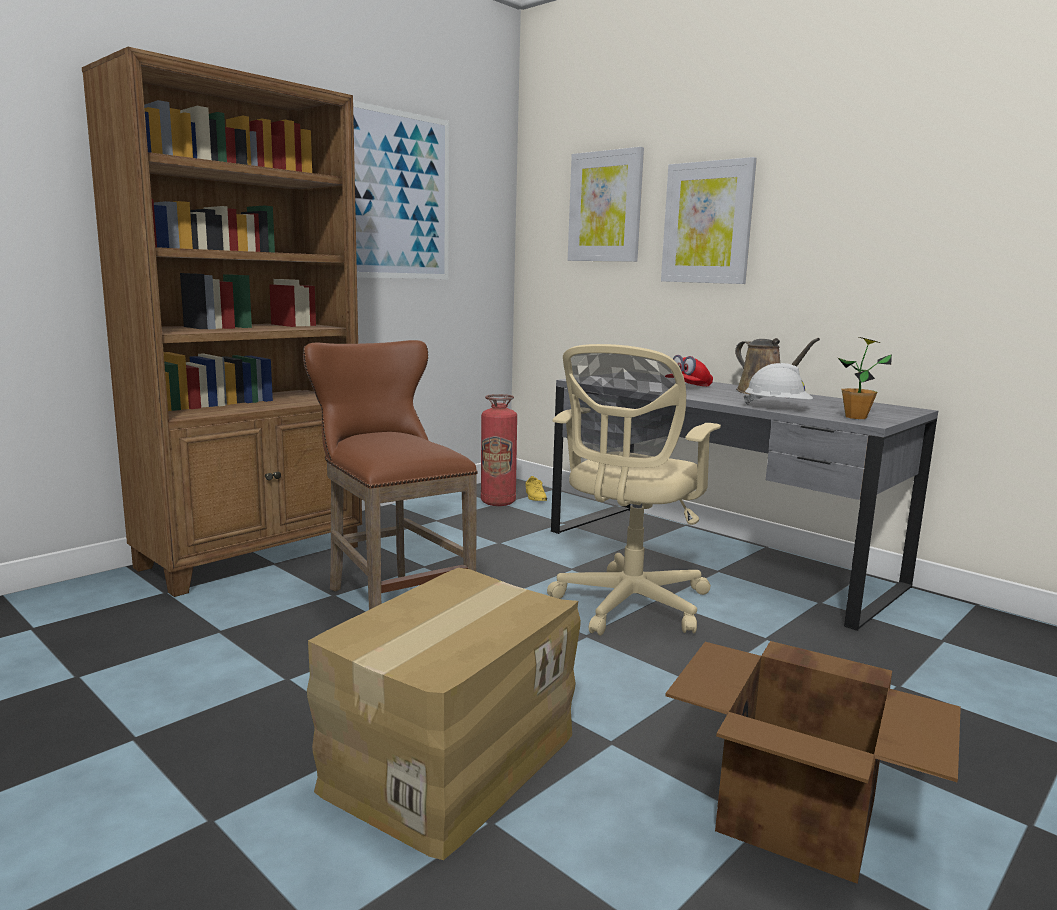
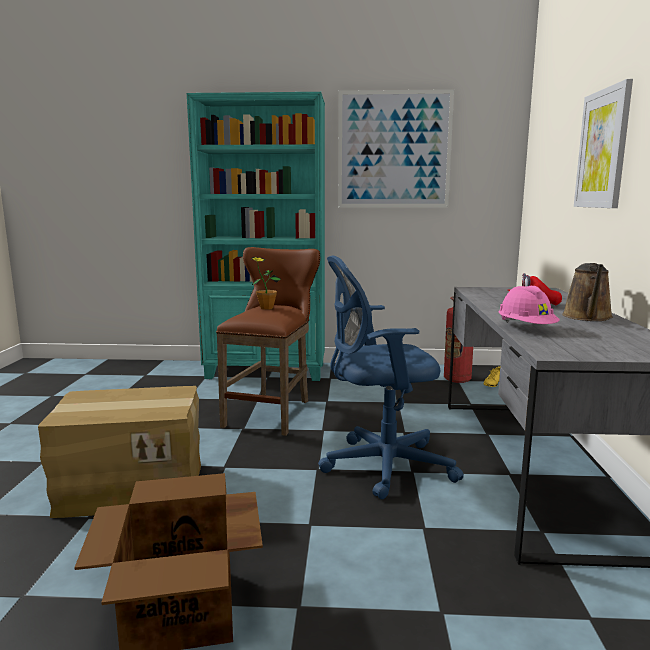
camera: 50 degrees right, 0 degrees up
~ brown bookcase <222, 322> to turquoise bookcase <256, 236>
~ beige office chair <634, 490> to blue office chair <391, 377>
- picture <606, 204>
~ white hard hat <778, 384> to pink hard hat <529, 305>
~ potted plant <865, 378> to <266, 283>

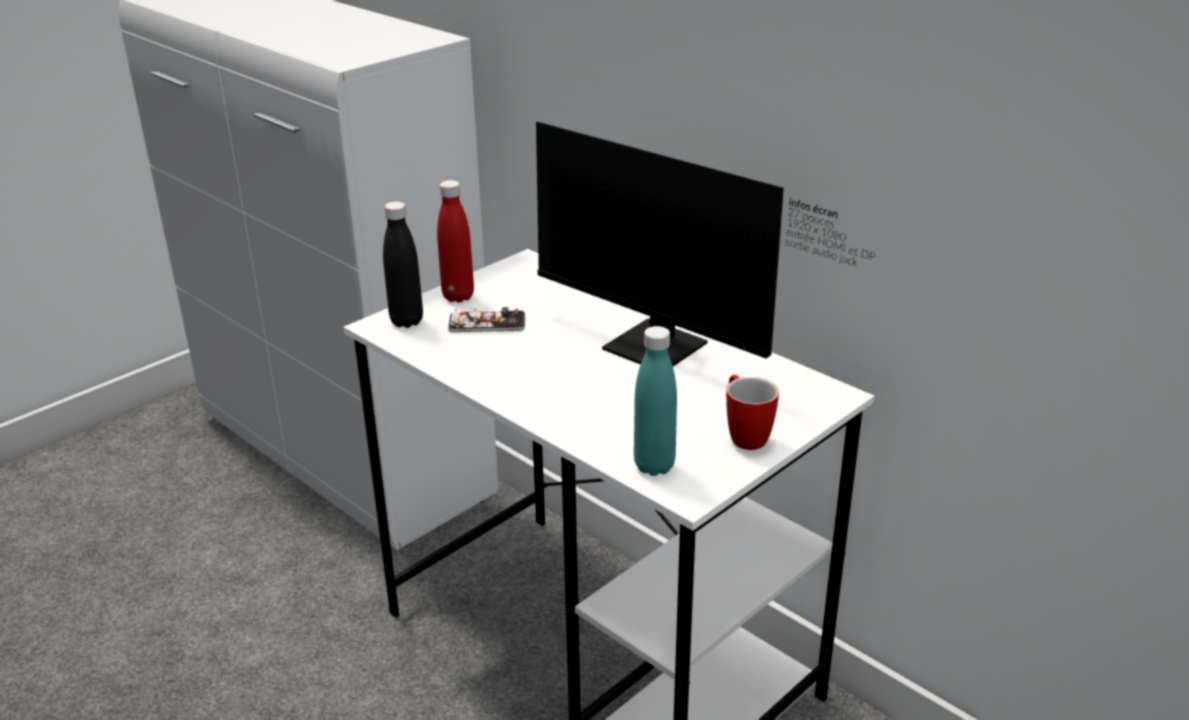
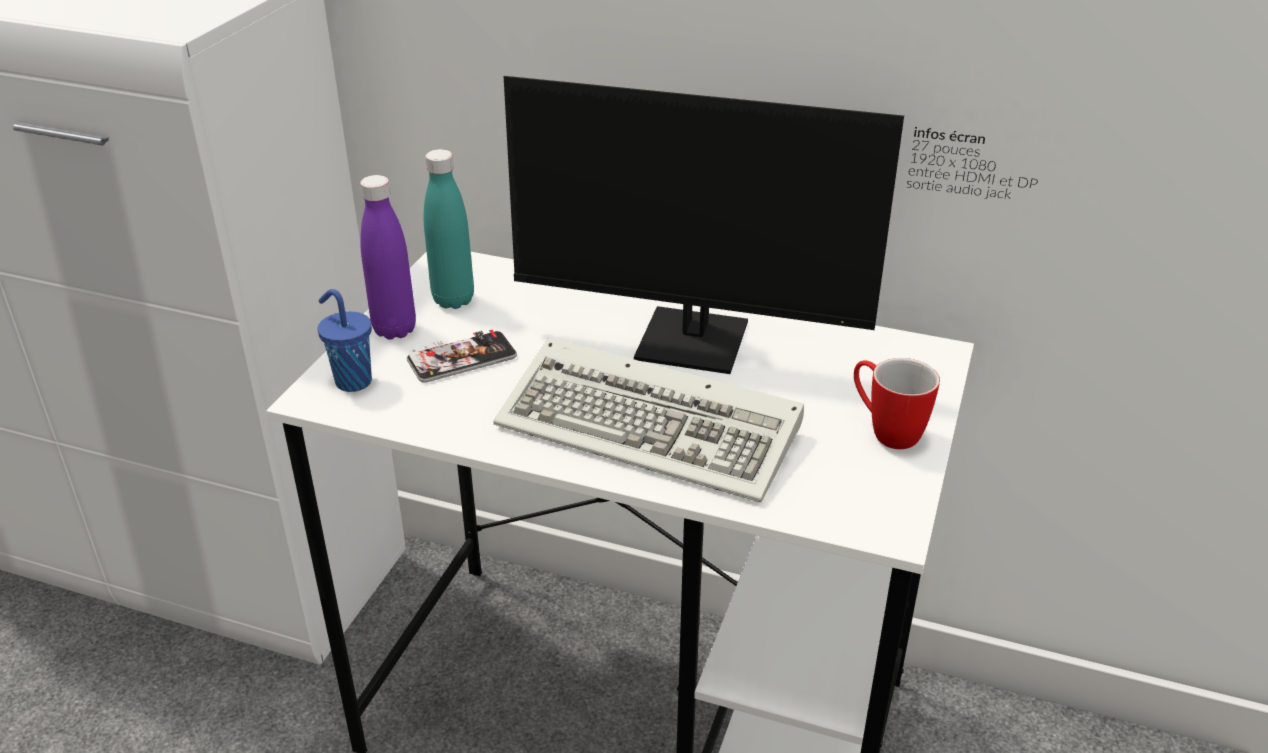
camera: 25 degrees left, 5 degrees up
~ black bottle <403, 264> to blue cup <345, 340>
~ red bottle <455, 241> to purple bottle <388, 257>
~ turquoise bottle <655, 401> to <449, 229>
+ keyboard <648, 420>

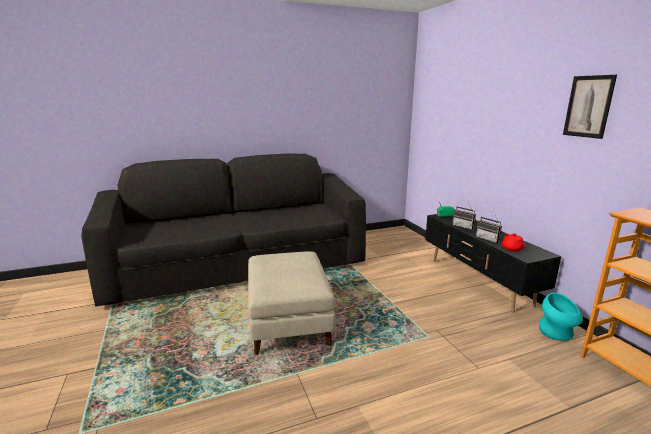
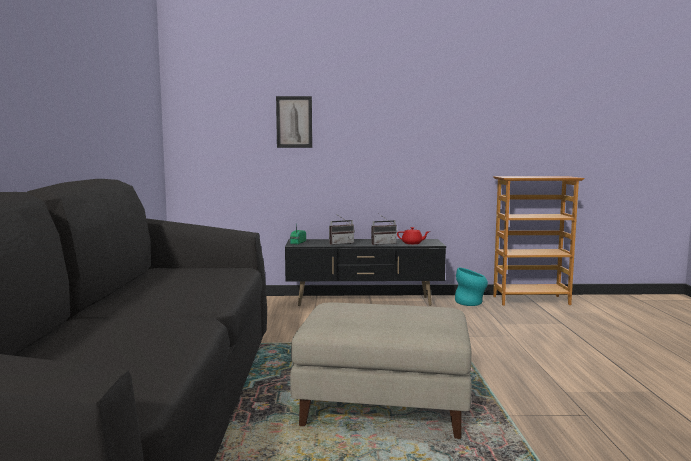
camera: 70 degrees left, 10 degrees down
~ picture <590, 107> to <294, 122>

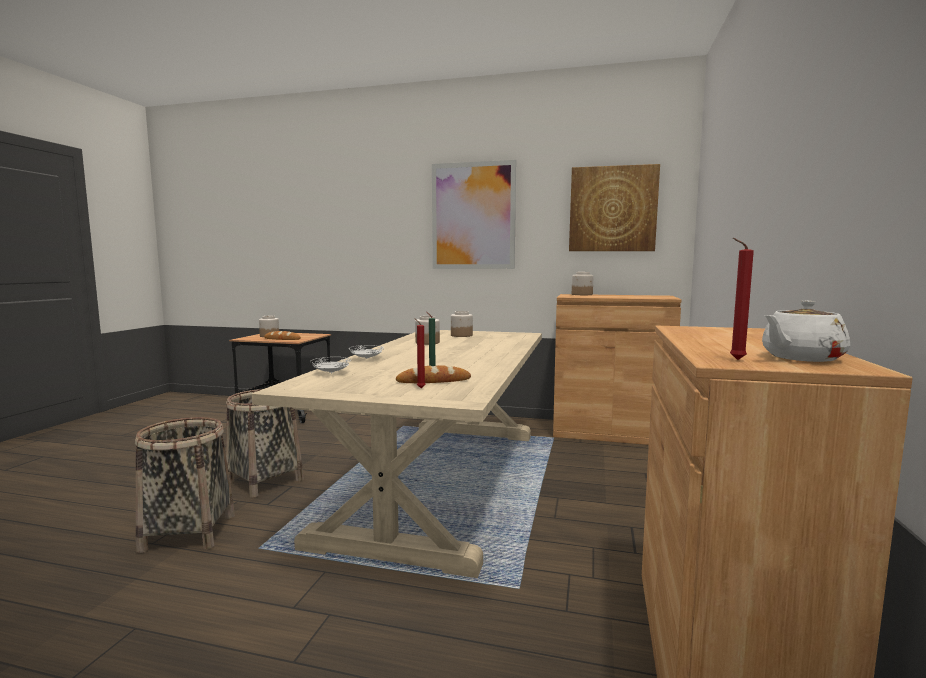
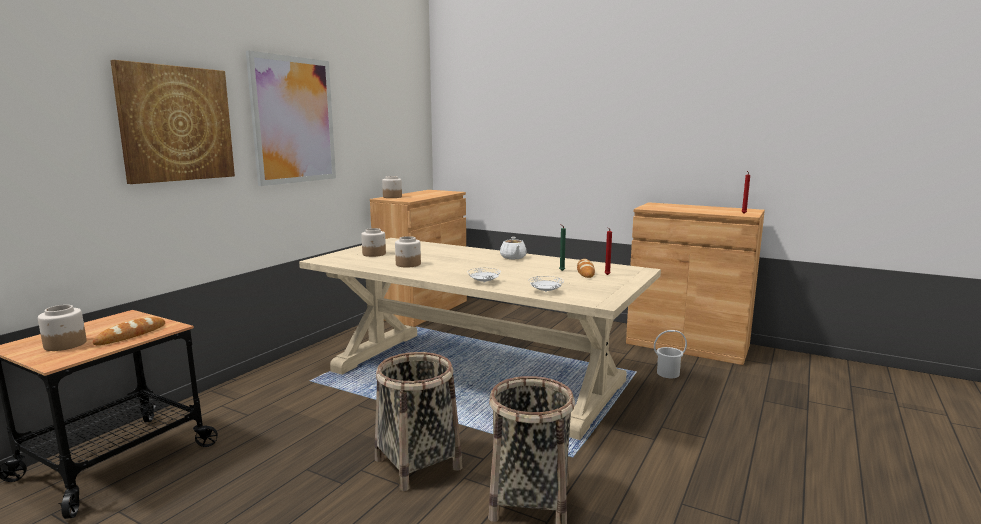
camera: 75 degrees left, 5 degrees up
~ picture <614, 207> to <172, 122>
~ white teapot <806, 331> to <513, 248>
+ white bucket <670, 354>

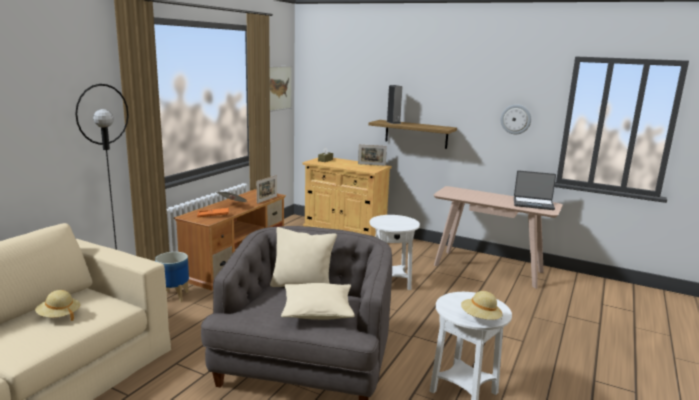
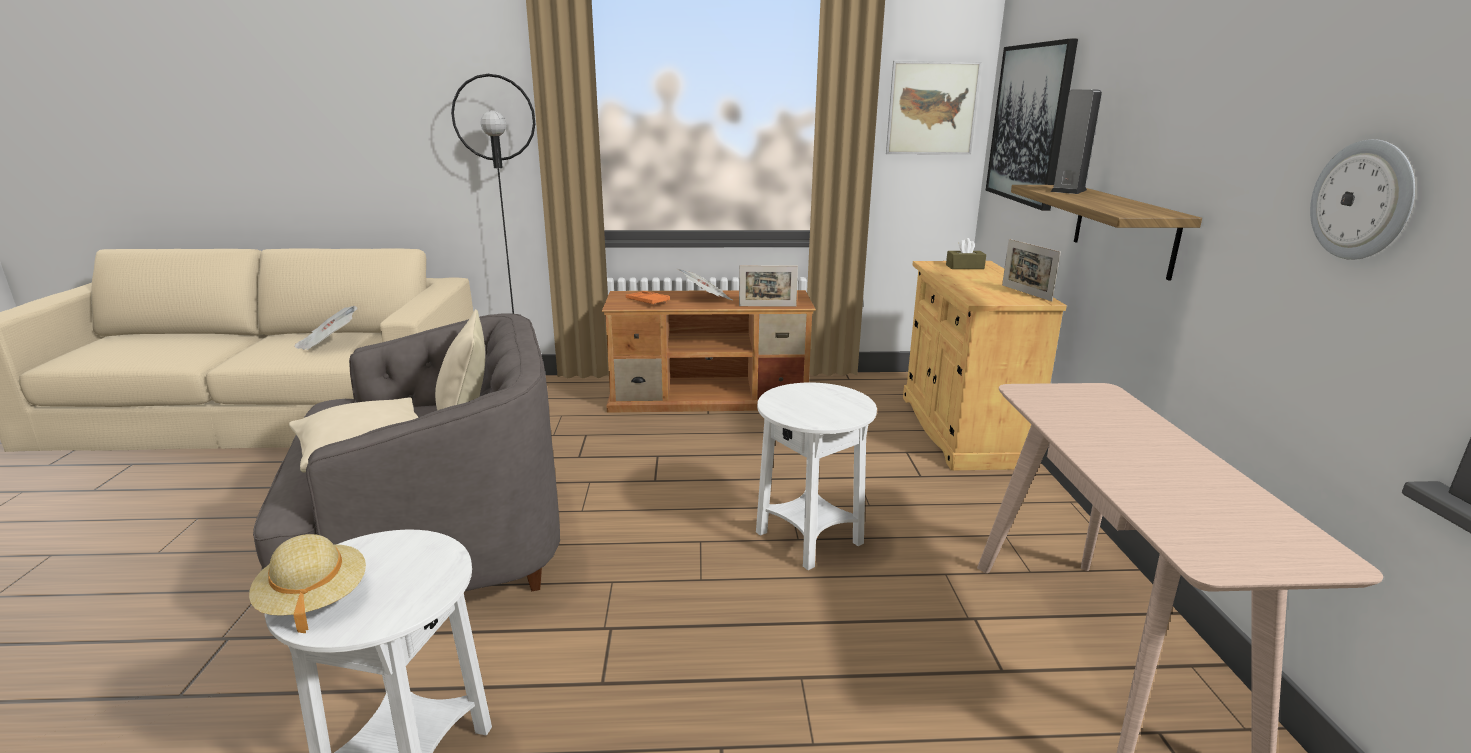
camera: 60 degrees right, 5 degrees up
~ beige hat <58, 305> to newspaper <326, 328>
- planter <172, 277>
- laptop <535, 190>
+ picture <1032, 125>

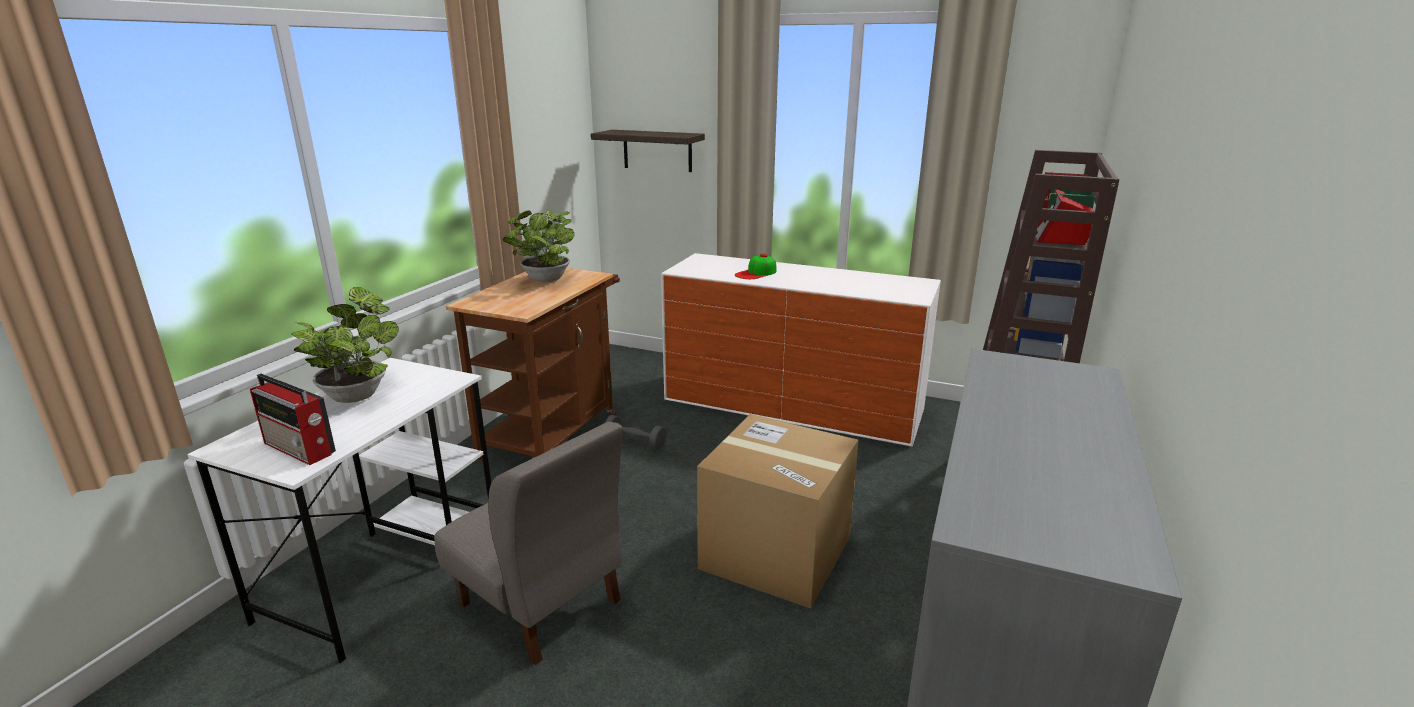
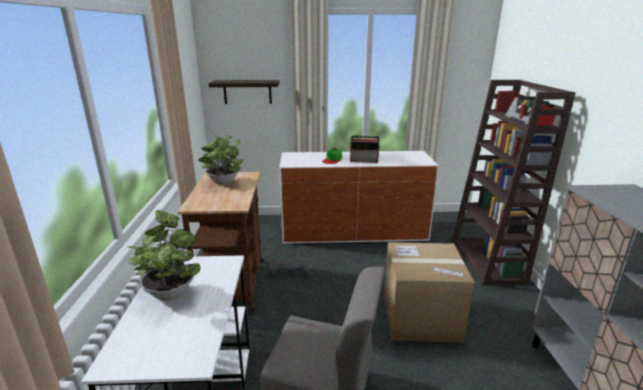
camera: 25 degrees left, 0 degrees up
~ radio <293, 419> to <365, 149>

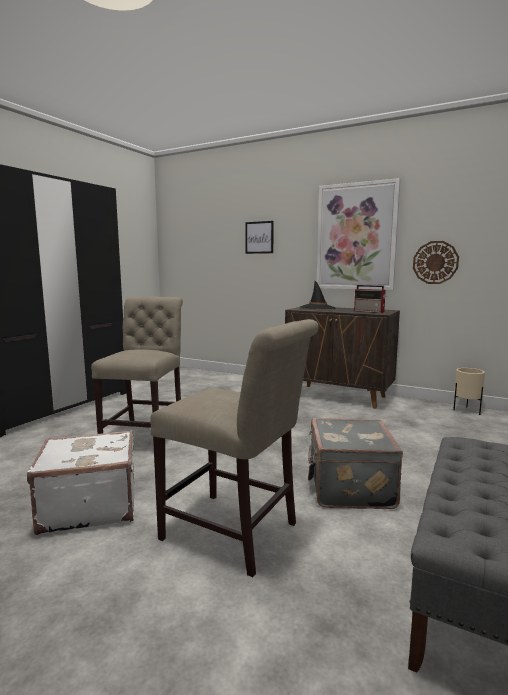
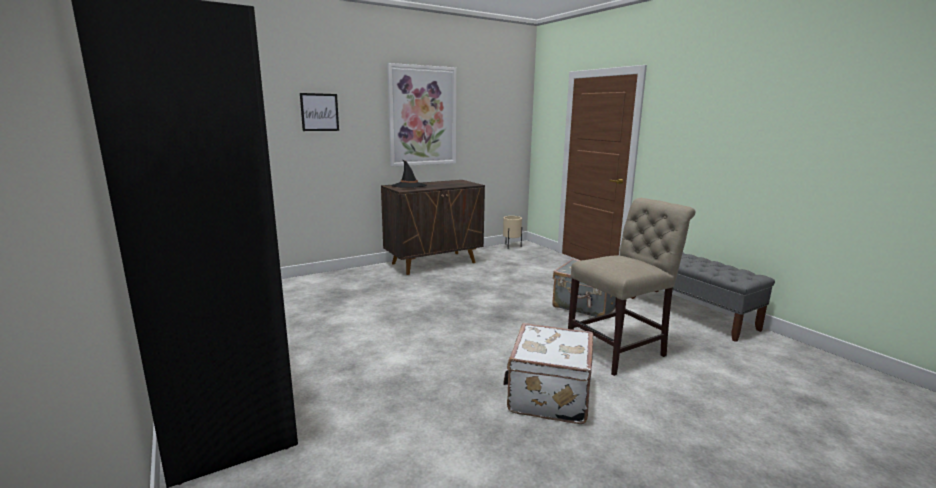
camera: 60 degrees left, 5 degrees up
- beige chair <137, 365>
- radio <370, 299>
- wall clock <436, 262>

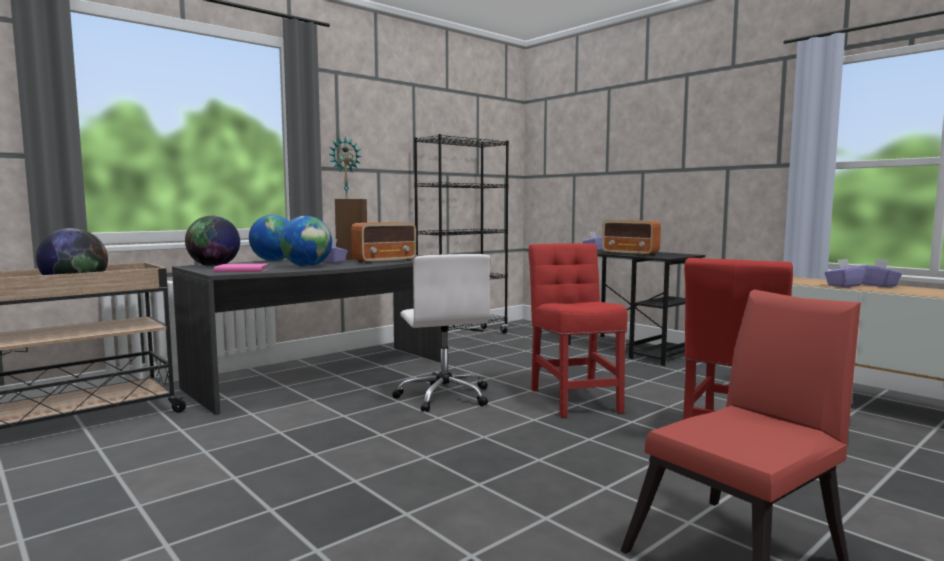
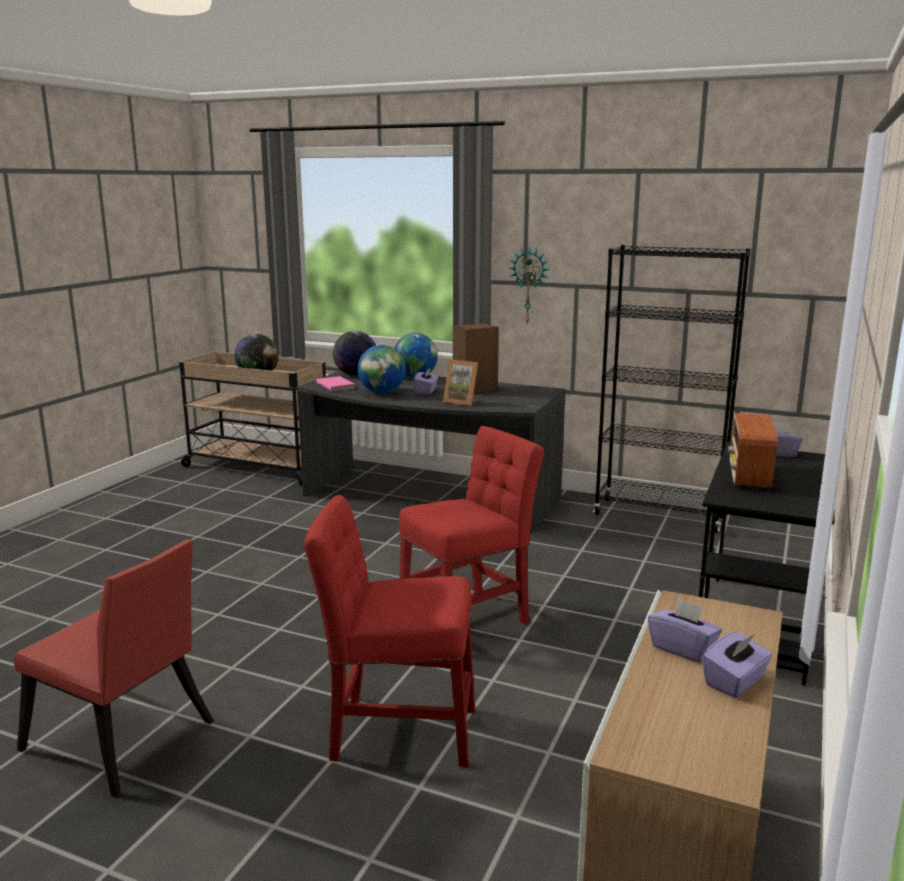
camera: 65 degrees right, 10 degrees up
~ radio <383, 242> to picture frame <460, 382>
- white office chair <441, 333>

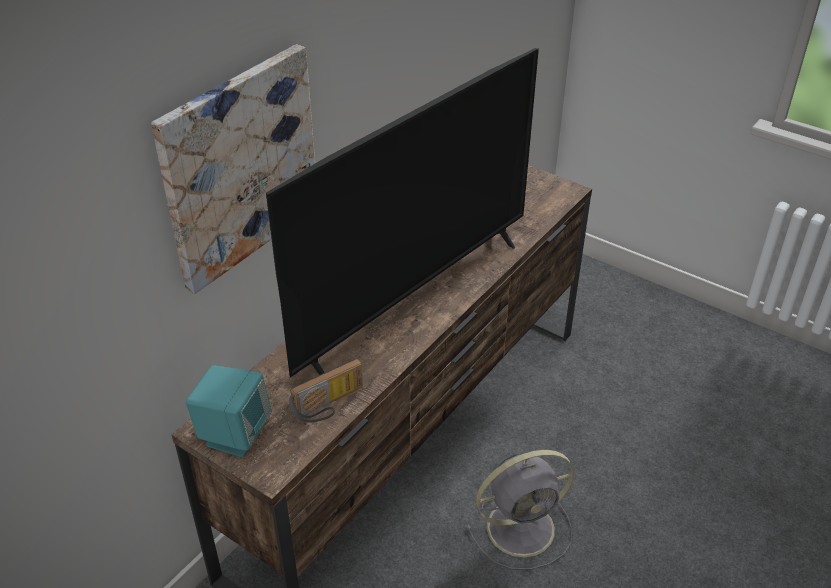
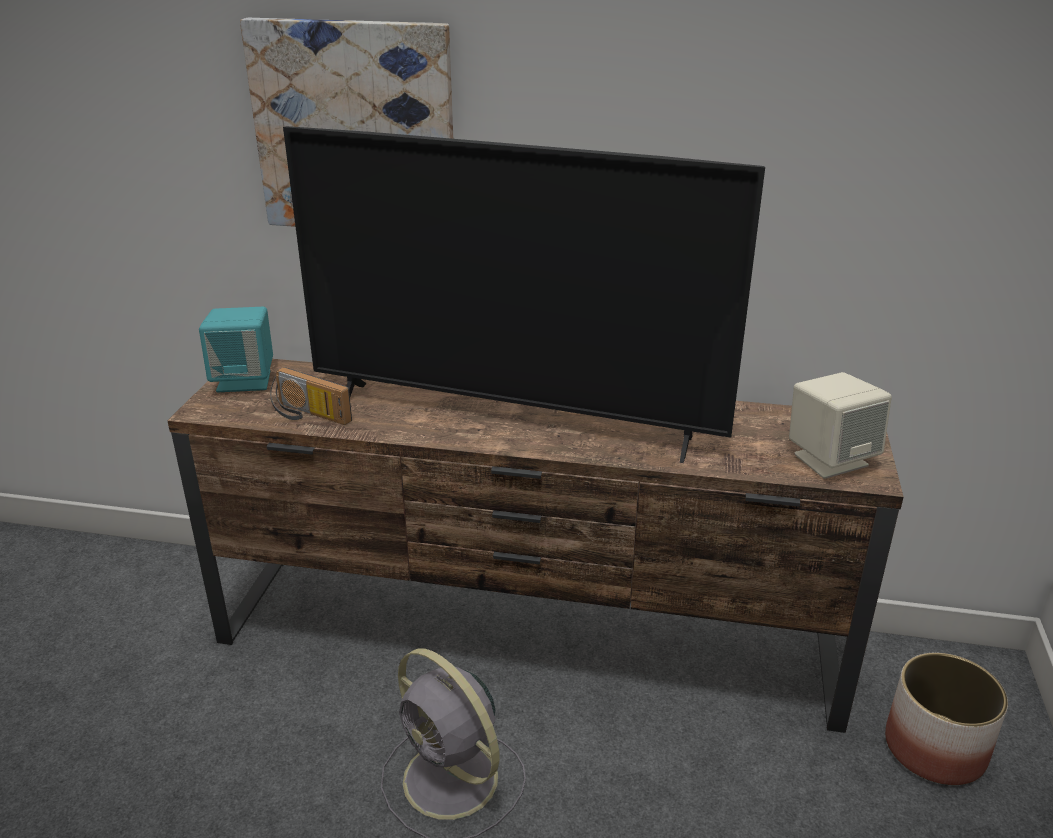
camera: 65 degrees right, 10 degrees down
+ beige speaker <840, 425>
+ planter <946, 719>

